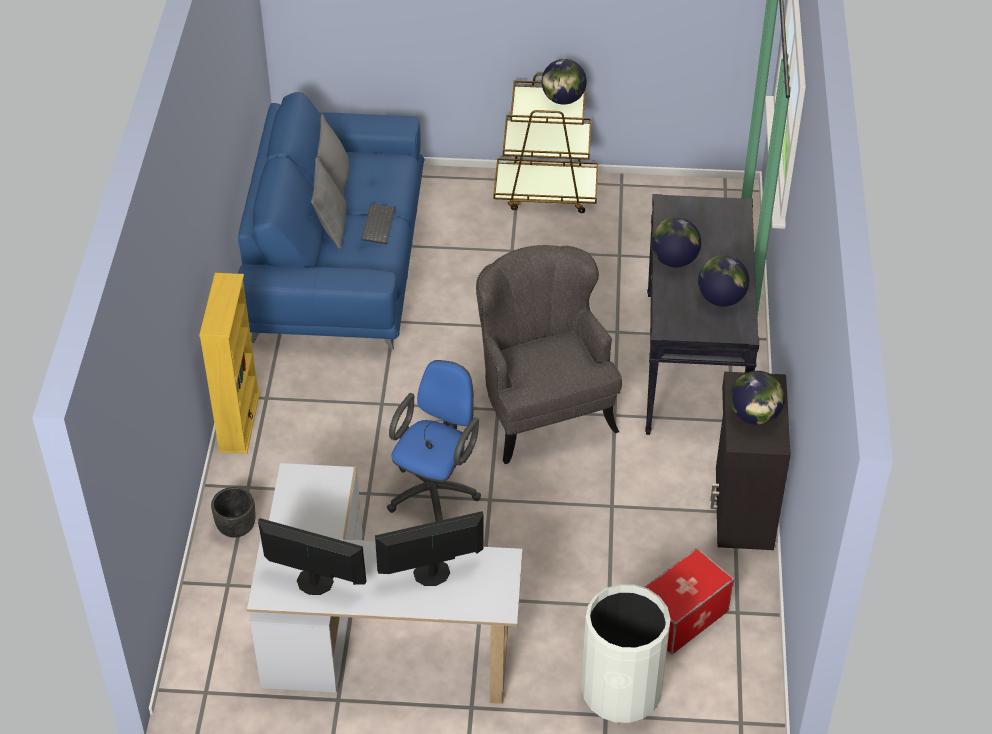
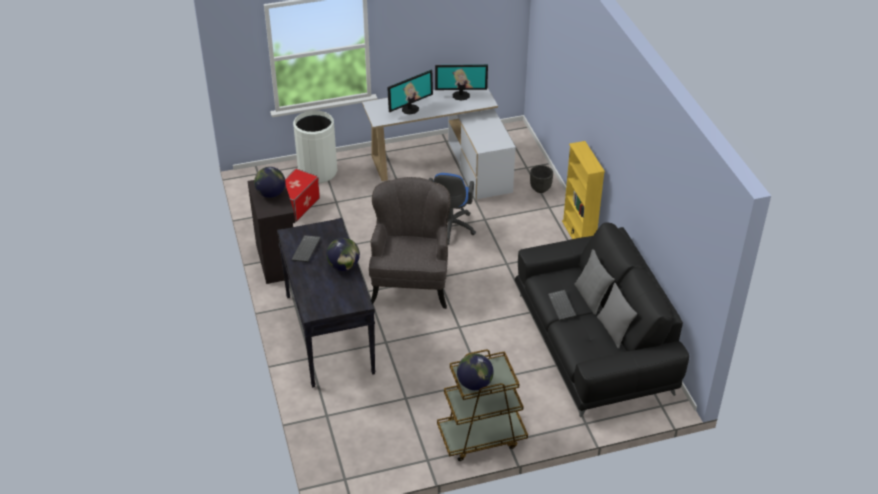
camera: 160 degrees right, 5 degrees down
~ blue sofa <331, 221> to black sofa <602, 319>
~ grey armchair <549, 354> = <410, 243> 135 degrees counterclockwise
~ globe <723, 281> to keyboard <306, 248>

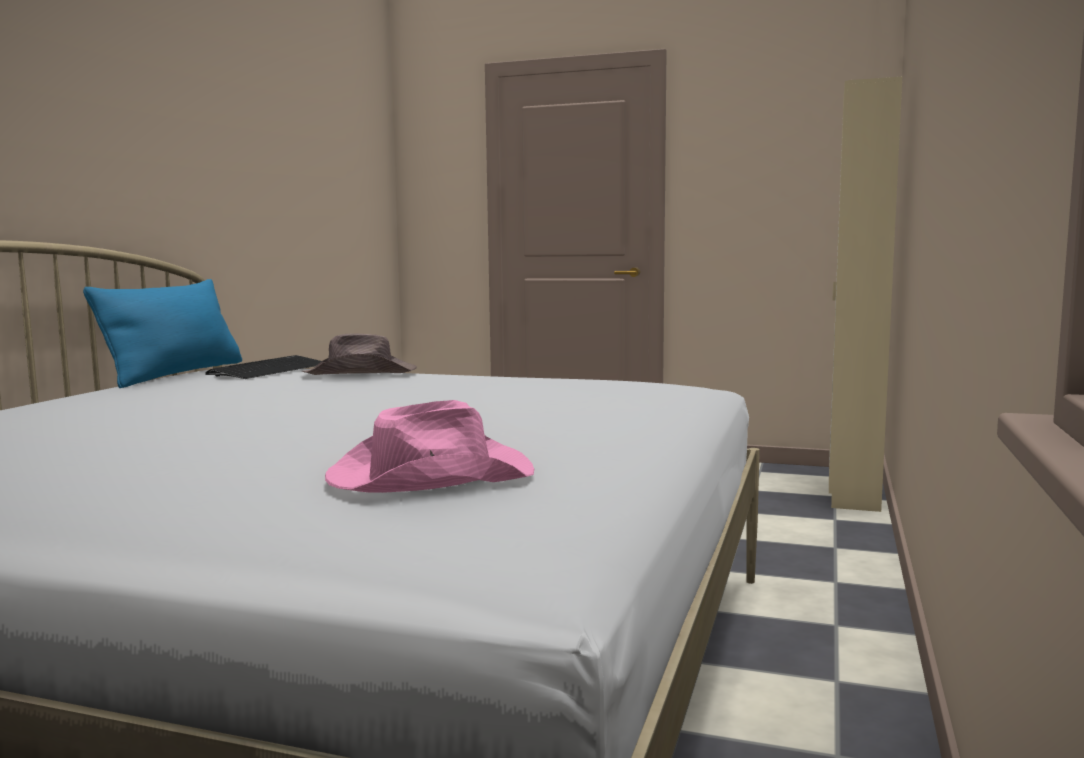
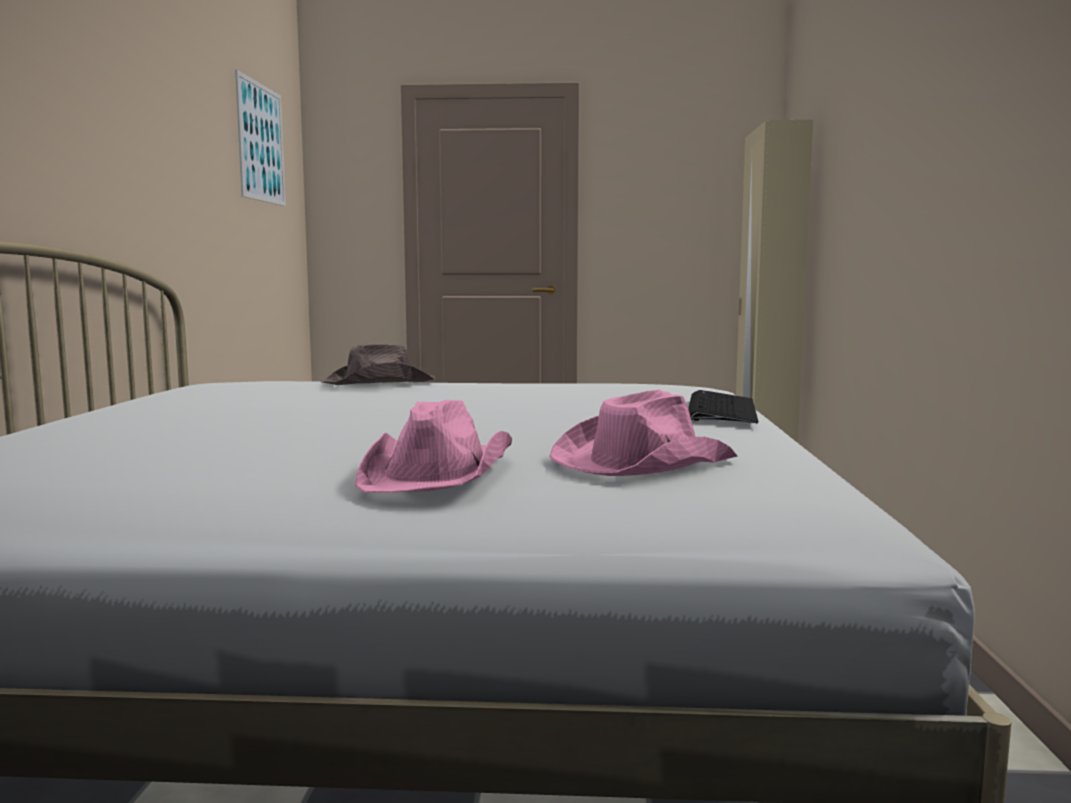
camera: 15 degrees left, 0 degrees up
- blue pillow <162, 333>
~ keyboard <263, 367> to <723, 406>
+ picture <260, 138>
+ pink hat <433, 446>

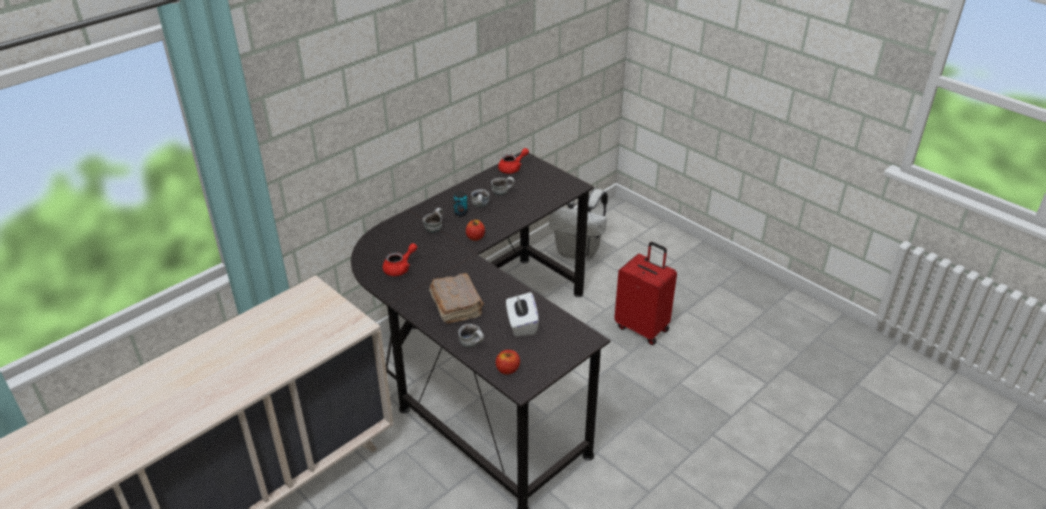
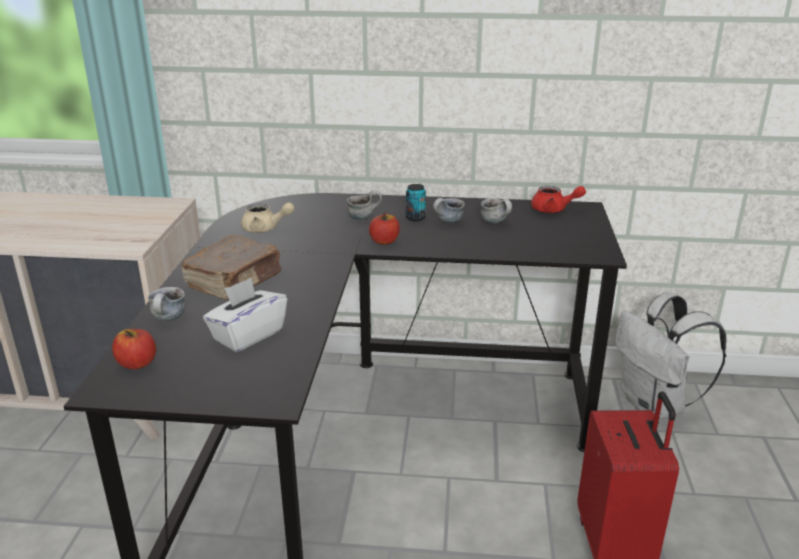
camera: 50 degrees right, 10 degrees down
~ red teapot <400, 259> to beige teapot <267, 217>

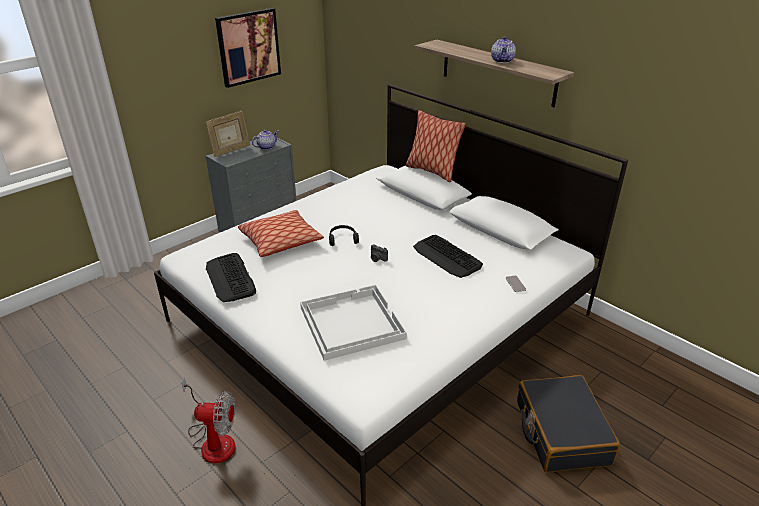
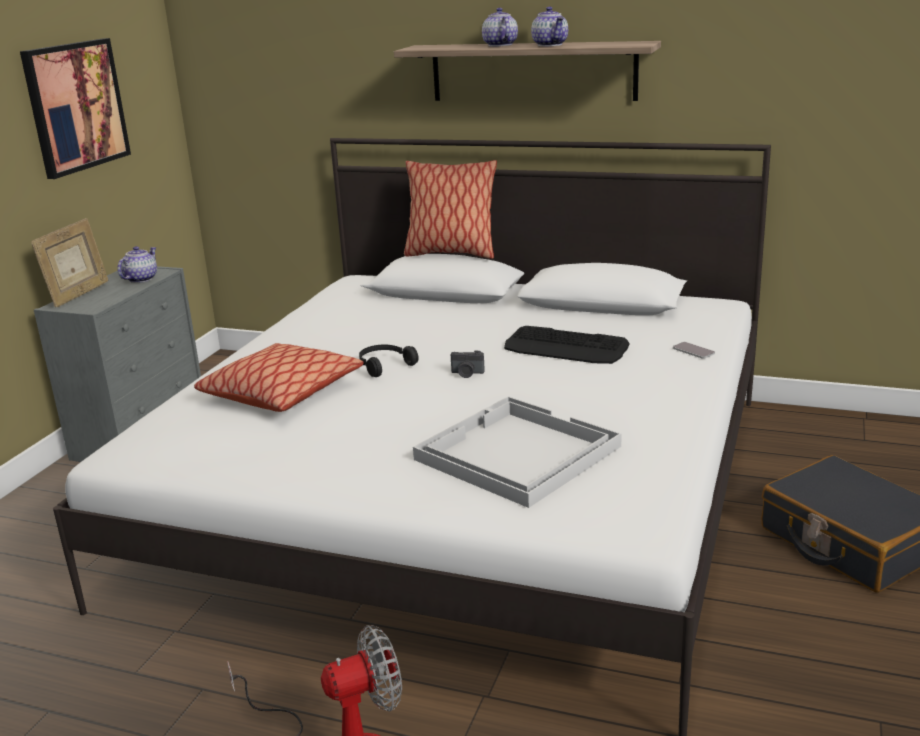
camera: 25 degrees left, 10 degrees down
- keyboard <231, 277>
+ teapot <500, 27>

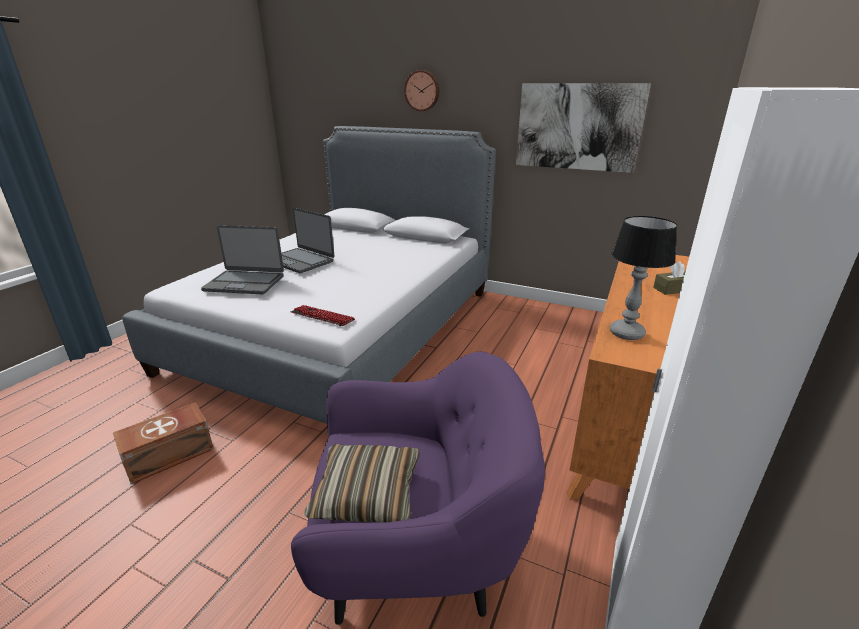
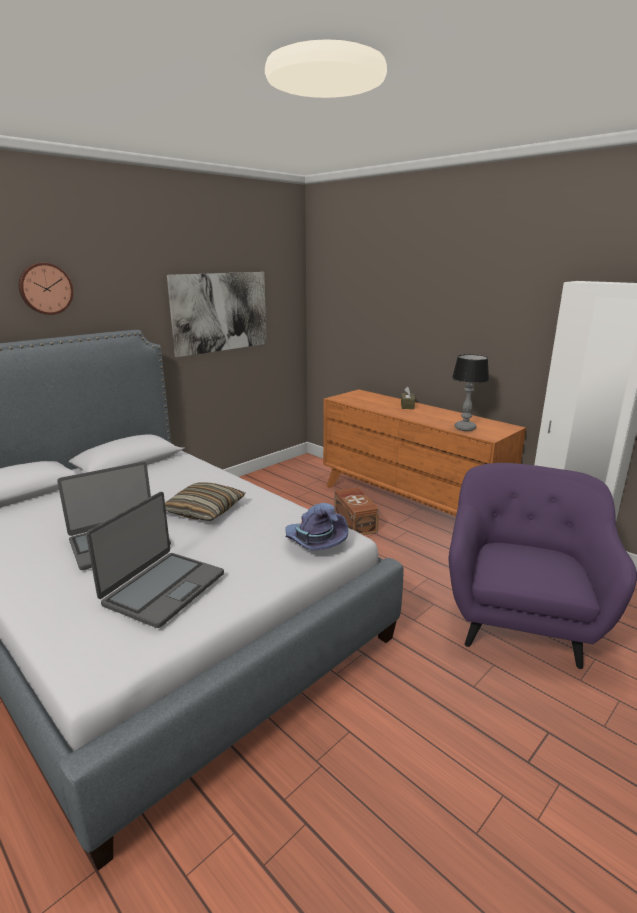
camera: 70 degrees left, 5 degrees down
~ brown storage box <163, 443> to <356, 511>
~ keyboard <323, 315> to purple hat <316, 527>
~ pillow <362, 483> to <205, 501>

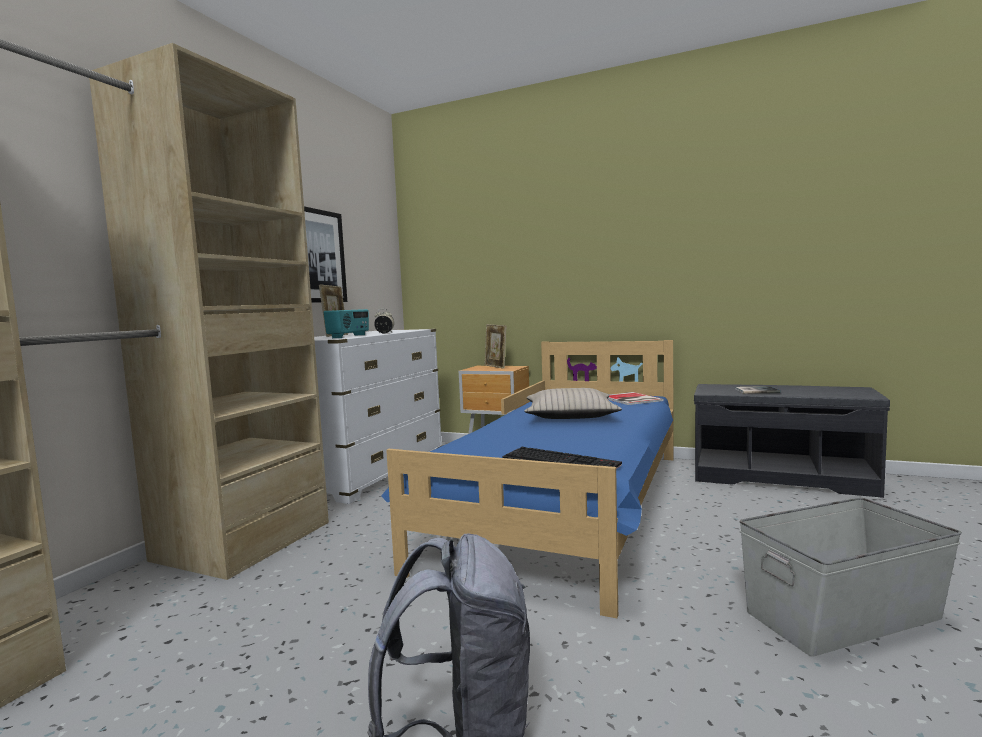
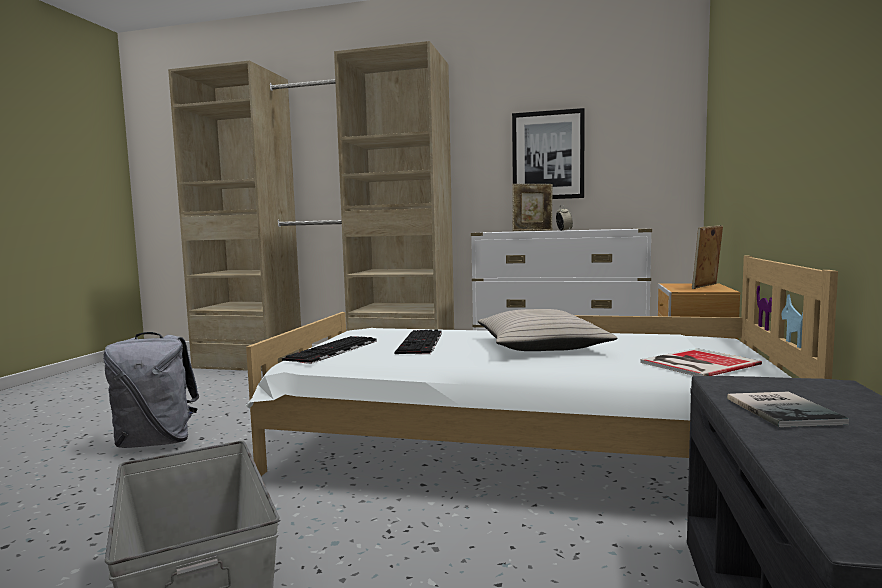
camera: 80 degrees right, 0 degrees up
- radio <346, 323>
~ blue bed <527, 479> to white bed <542, 366>
+ keyboard <418, 341>

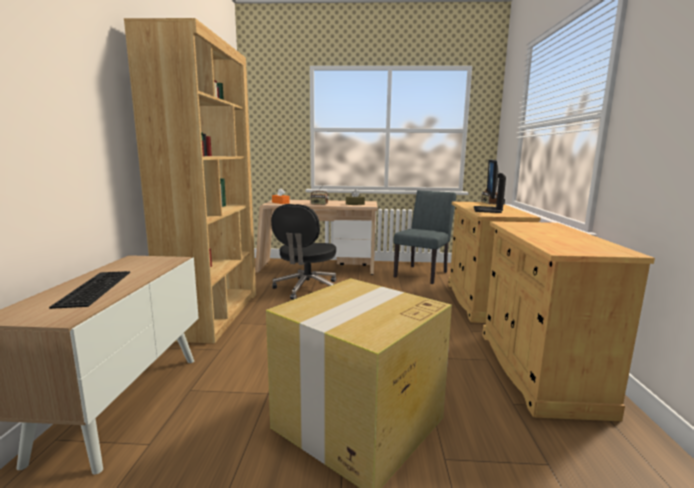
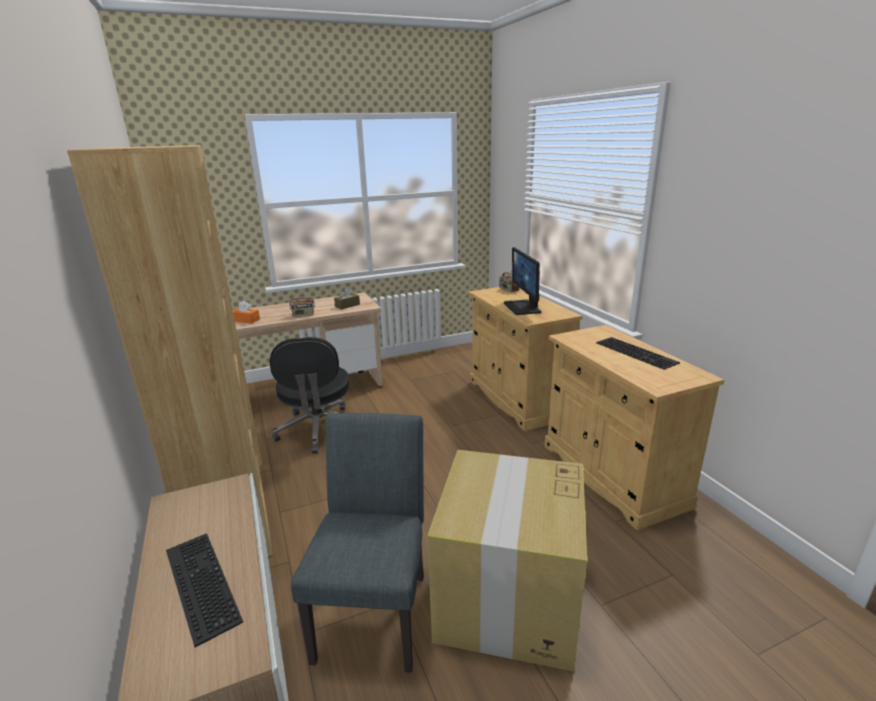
camera: 25 degrees left, 10 degrees up
~ grey chair <424, 237> to <357, 543>
+ keyboard <638, 353>

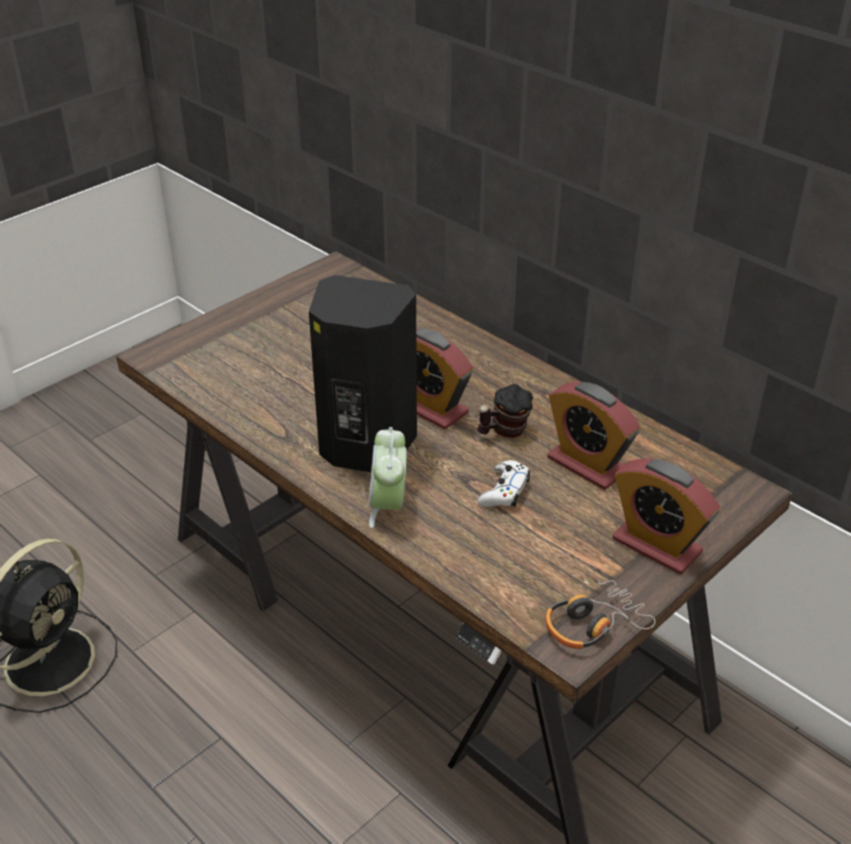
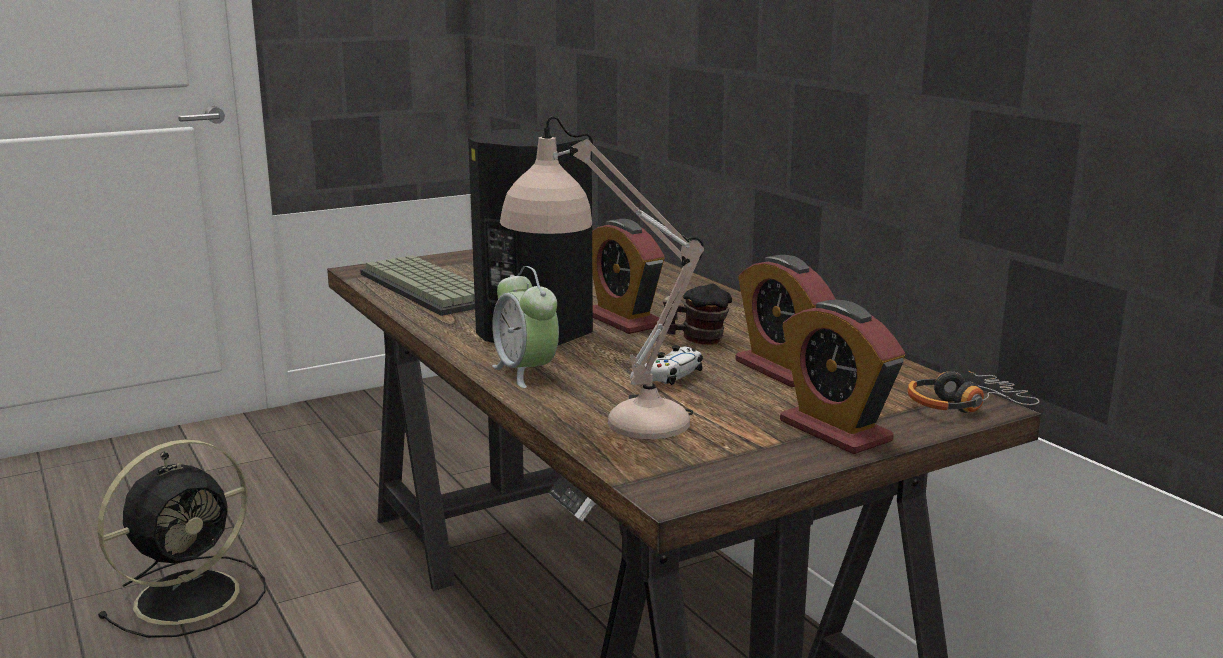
camera: 15 degrees right, 20 degrees down
~ alarm clock <388, 477> = <525, 327> 45 degrees counterclockwise
~ headphones <600, 612> to <973, 392>
+ keyboard <417, 285>
+ beige table lamp <602, 277>

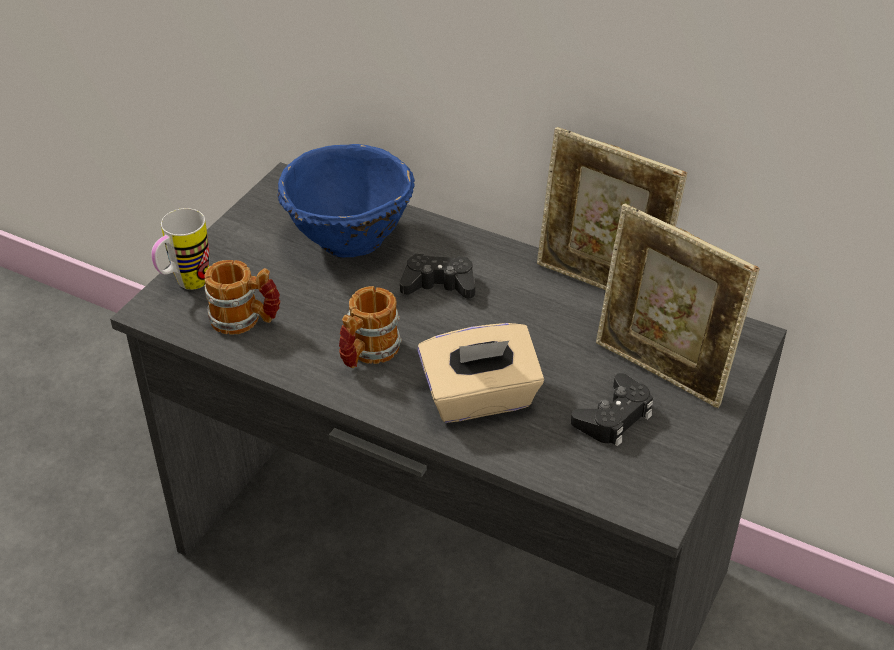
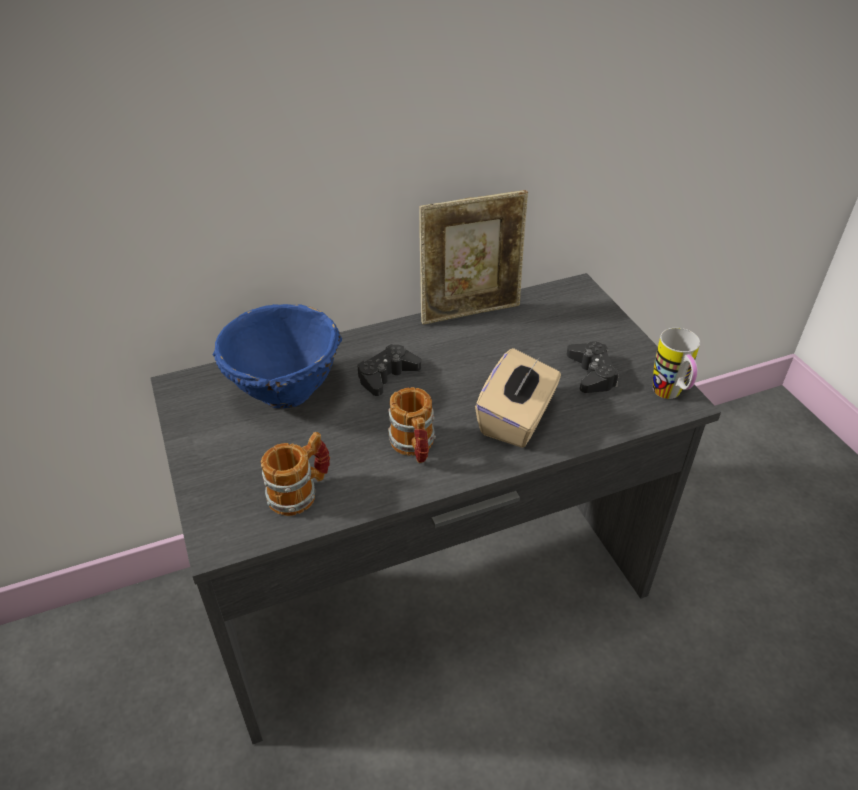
camera: 50 degrees left, 0 degrees up
~ mug <180, 249> to <676, 363>
- picture frame <678, 306>

